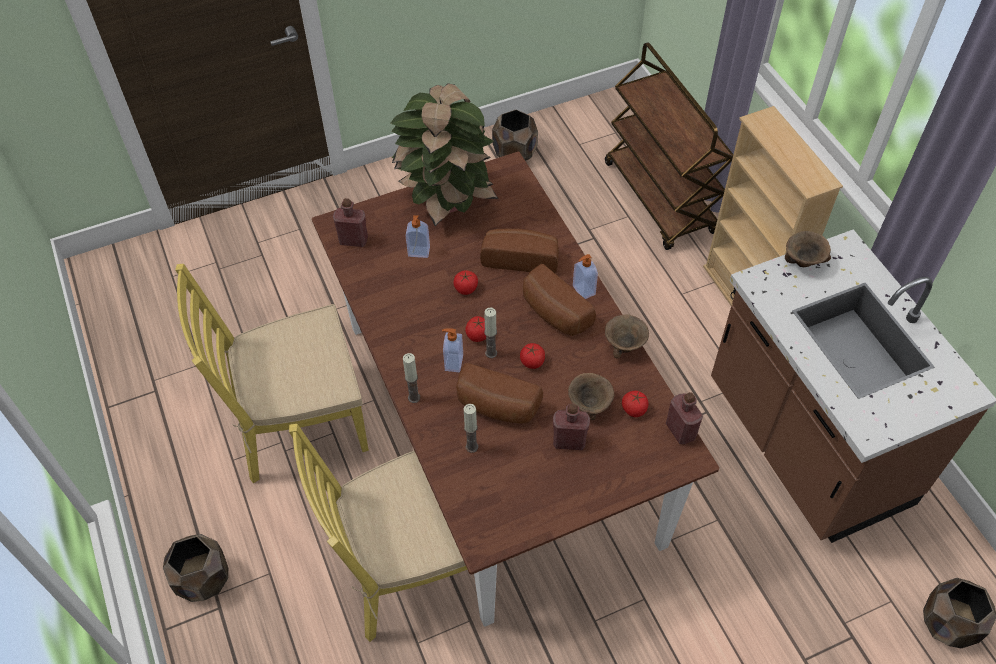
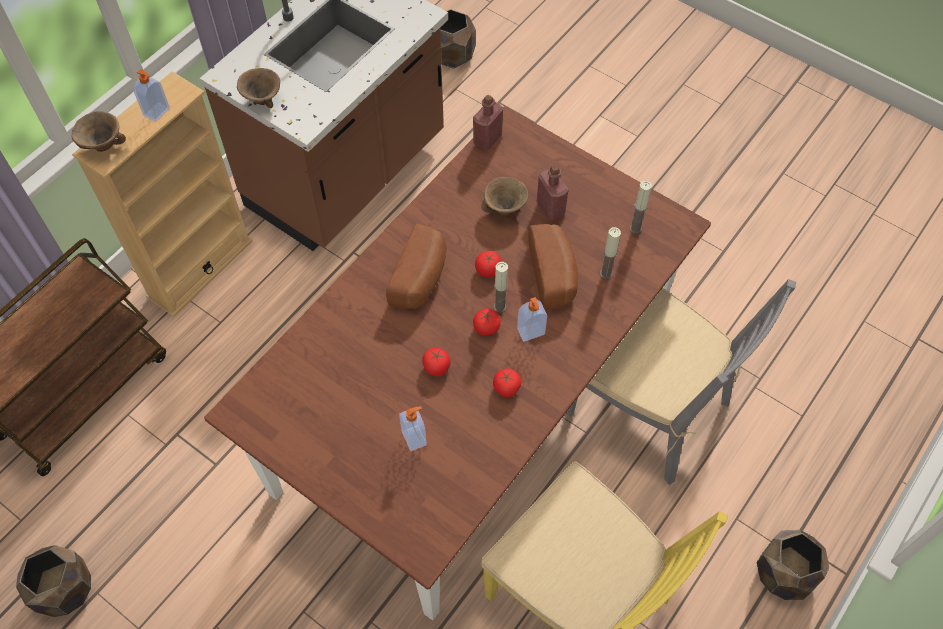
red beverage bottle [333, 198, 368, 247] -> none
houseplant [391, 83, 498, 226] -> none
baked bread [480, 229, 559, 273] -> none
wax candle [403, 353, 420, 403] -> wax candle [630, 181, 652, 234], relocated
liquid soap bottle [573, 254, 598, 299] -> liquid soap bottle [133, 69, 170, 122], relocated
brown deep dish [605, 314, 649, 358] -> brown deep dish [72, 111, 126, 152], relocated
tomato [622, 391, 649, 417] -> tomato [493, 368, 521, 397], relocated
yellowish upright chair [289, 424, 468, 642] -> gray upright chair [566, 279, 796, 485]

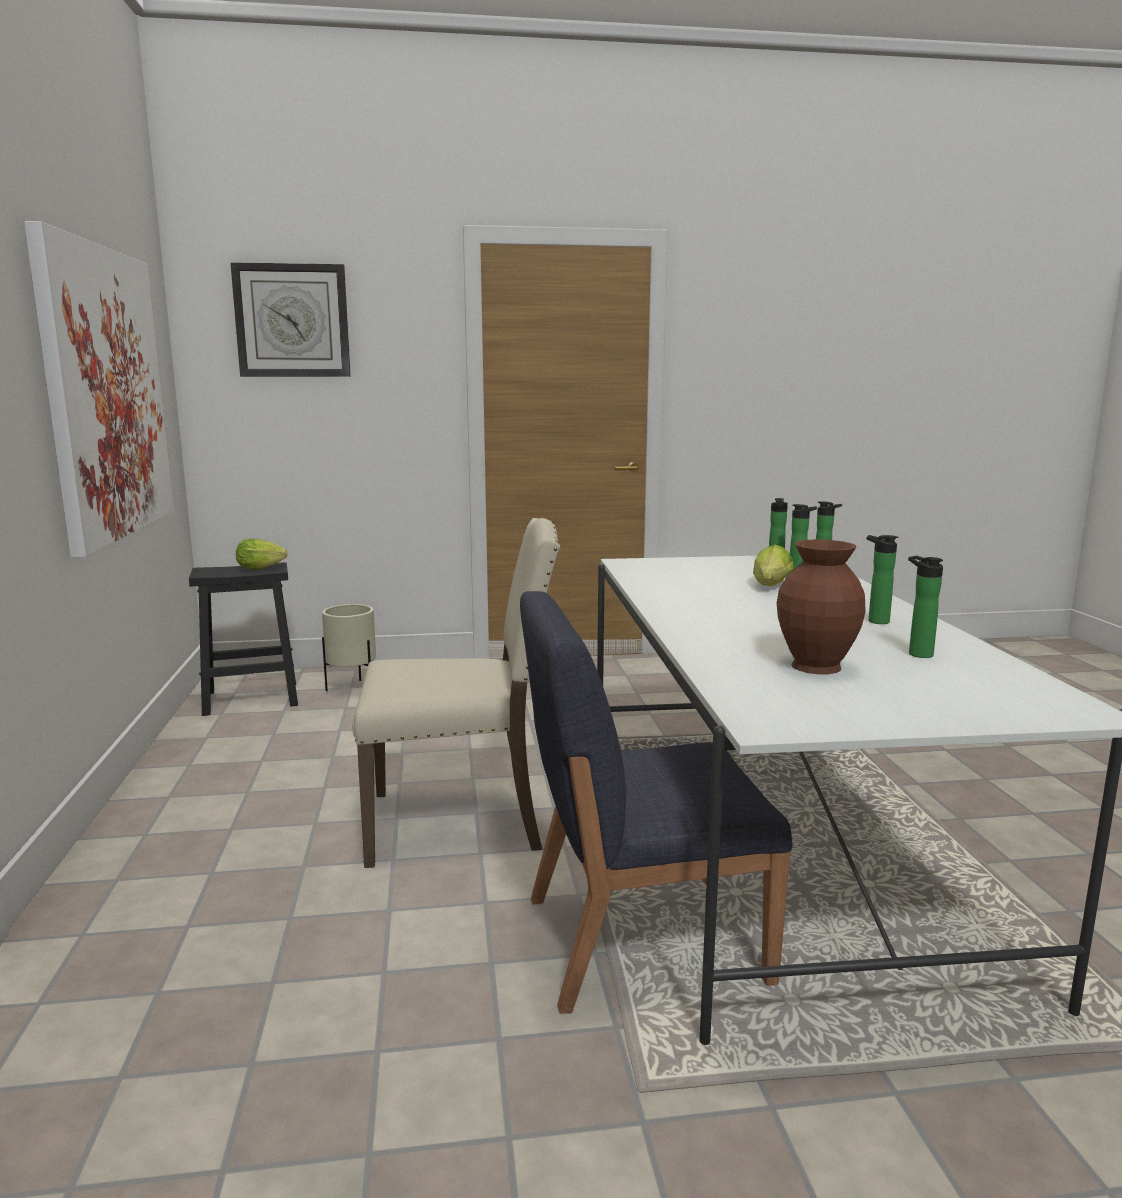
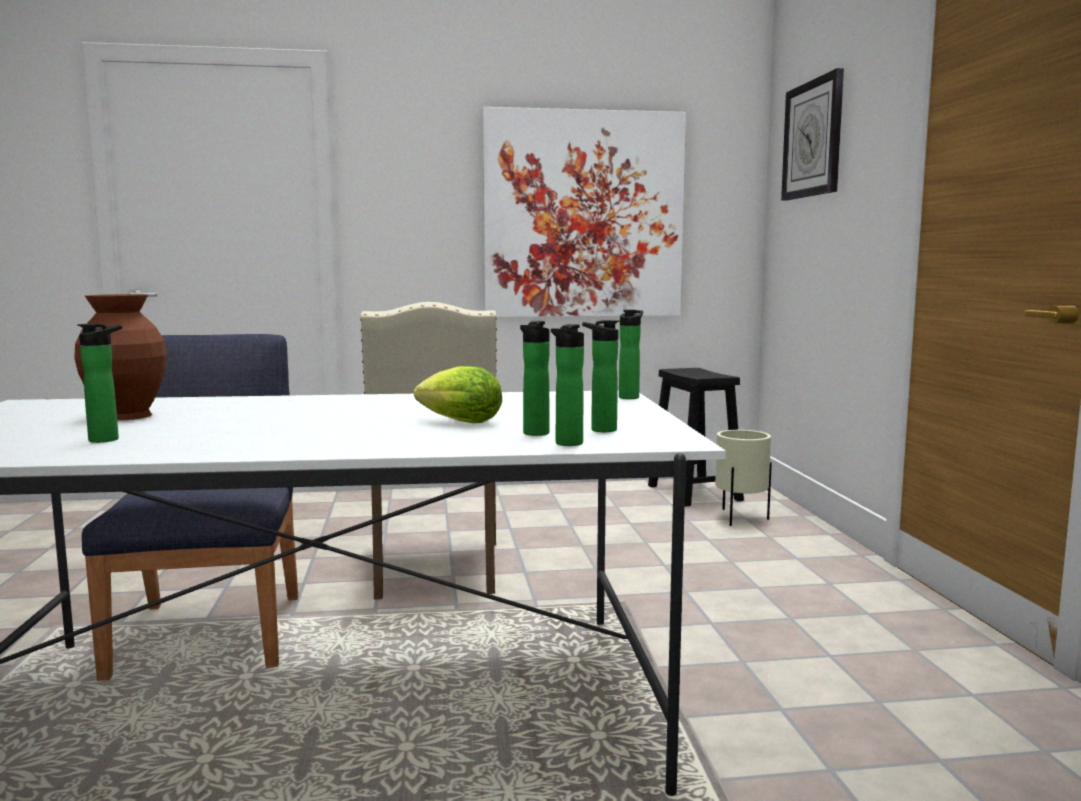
lettuce [236, 539, 288, 569] -> none
beverage bottle [866, 535, 898, 624] -> beverage bottle [619, 309, 643, 399], relocated

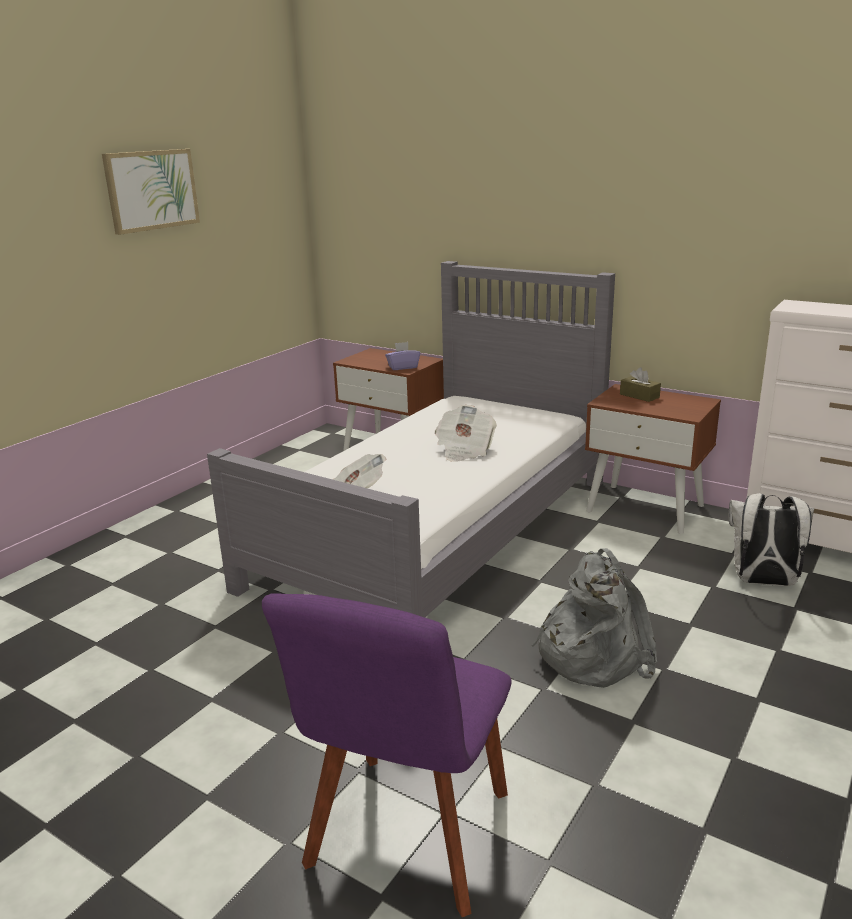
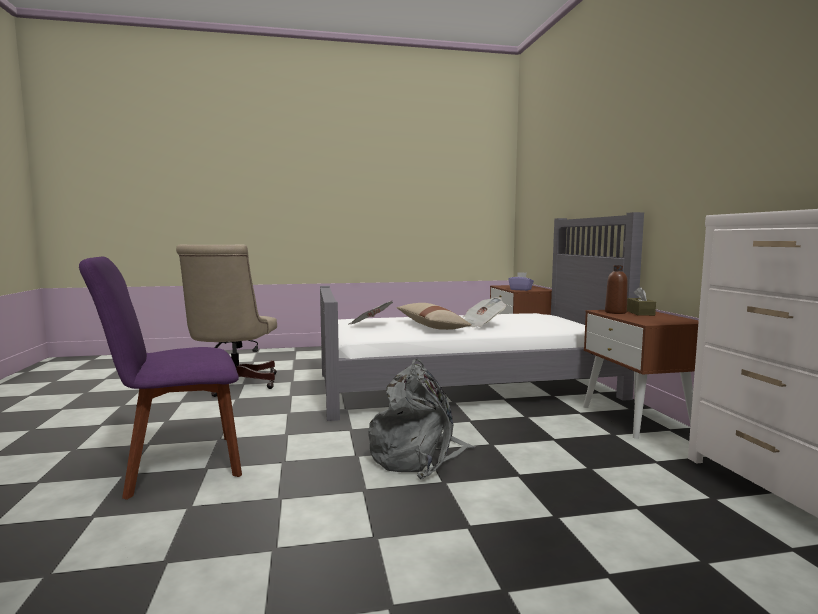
wall picture [102, 149, 200, 235] -> none
white backpack [729, 493, 814, 586] -> none
none -> sand-coloured desk chair [176, 245, 277, 397]
none -> sand-coloured cushion [397, 303, 472, 330]
none -> brown beverage bottle [605, 265, 628, 314]

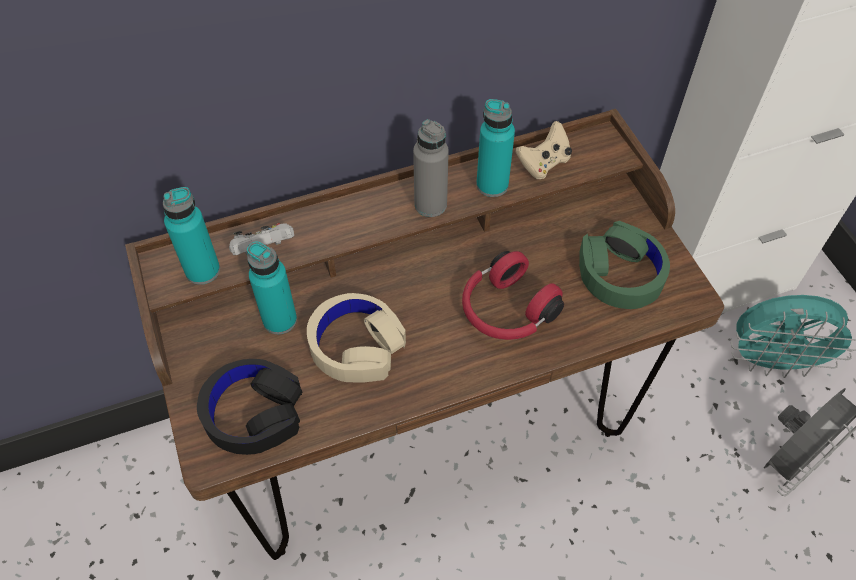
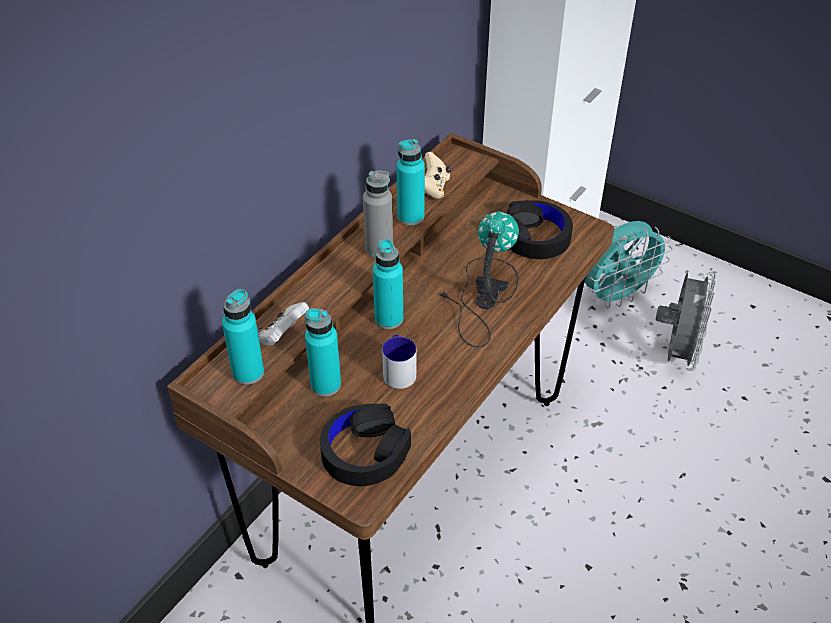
none -> turquoise beverage bottle [373, 239, 403, 329]
sand-coloured pair of headphones [307, 293, 406, 383] -> mug [382, 335, 416, 389]
red pair of headphones [462, 251, 564, 340] -> tabletop lamp [439, 211, 519, 347]
green pair of headphones [579, 221, 670, 309] -> black pair of headphones [507, 200, 573, 259]

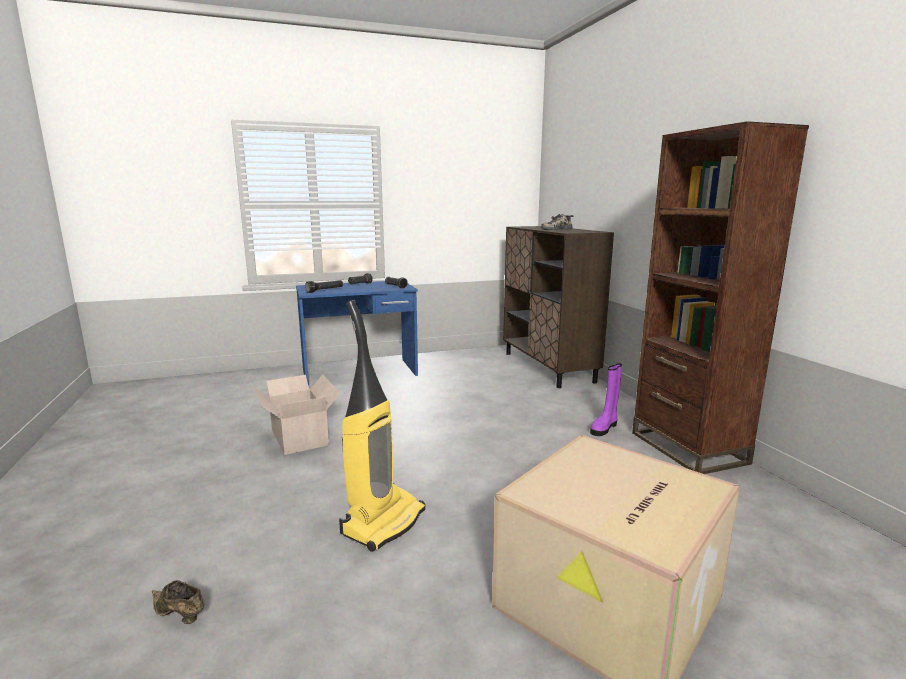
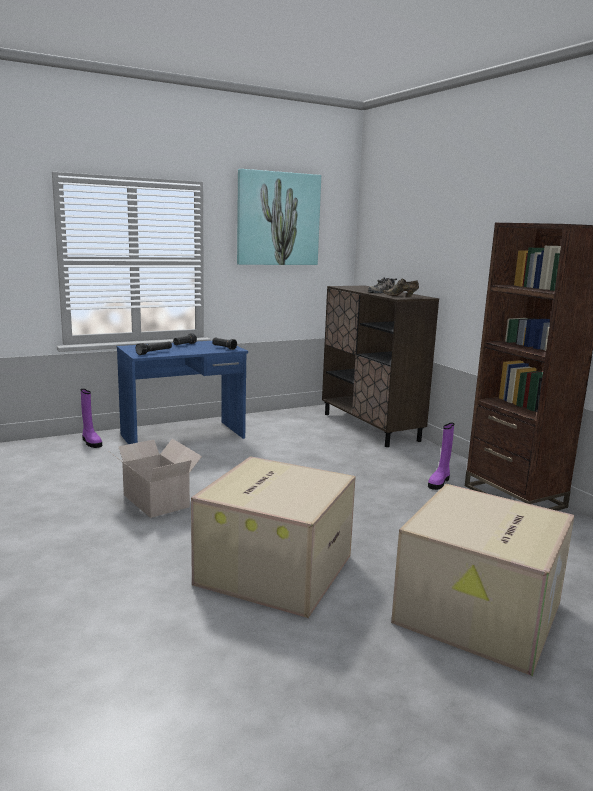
none -> purple-coloured high-top boot [81, 389, 102, 448]
none -> wall picture [237, 169, 321, 265]
brown low shoe [152, 580, 204, 624] -> brown low shoe [383, 278, 419, 297], relocated
vacuum [339, 300, 426, 552] -> carton [191, 456, 356, 618]

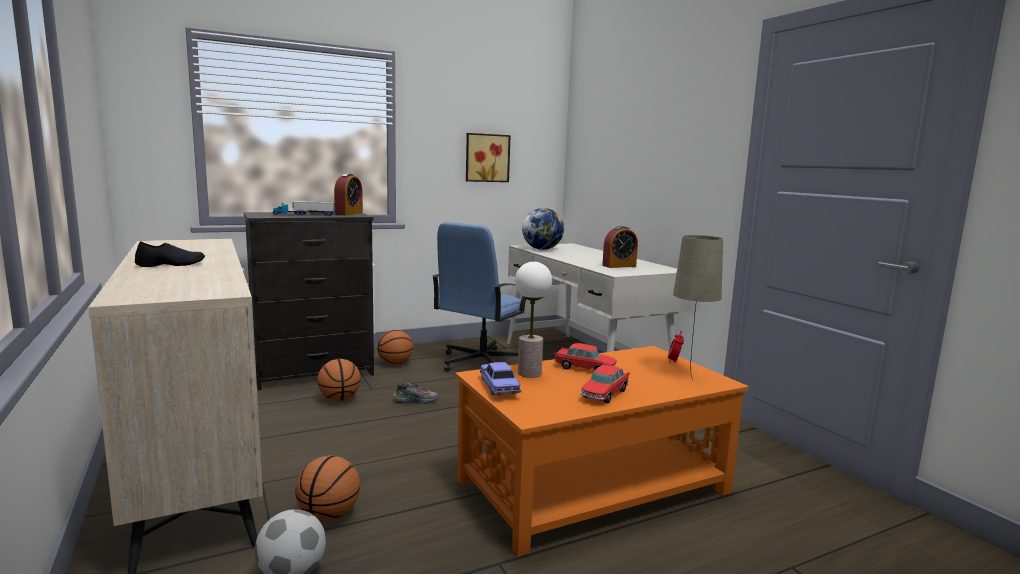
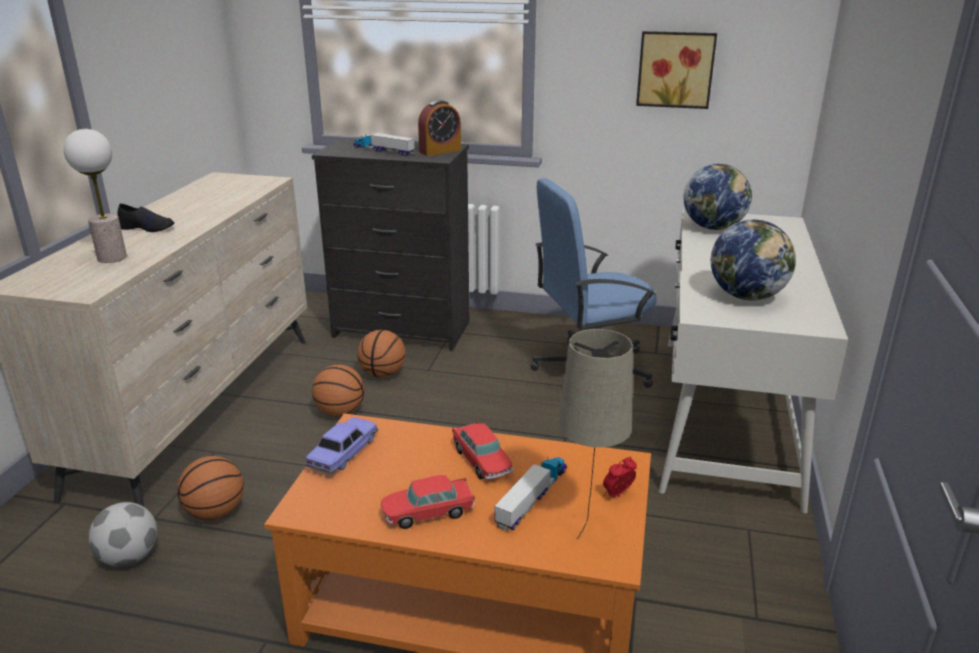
low shoe [393, 382, 438, 404] -> none
none -> toy truck [495, 457, 567, 532]
basketball ball [377, 330, 413, 365] -> basketball ball [312, 365, 365, 417], relocated
tabletop lamp [515, 262, 552, 378] -> tabletop lamp [63, 129, 127, 263], relocated
alarm clock [602, 226, 638, 268] -> globe [711, 220, 796, 300]

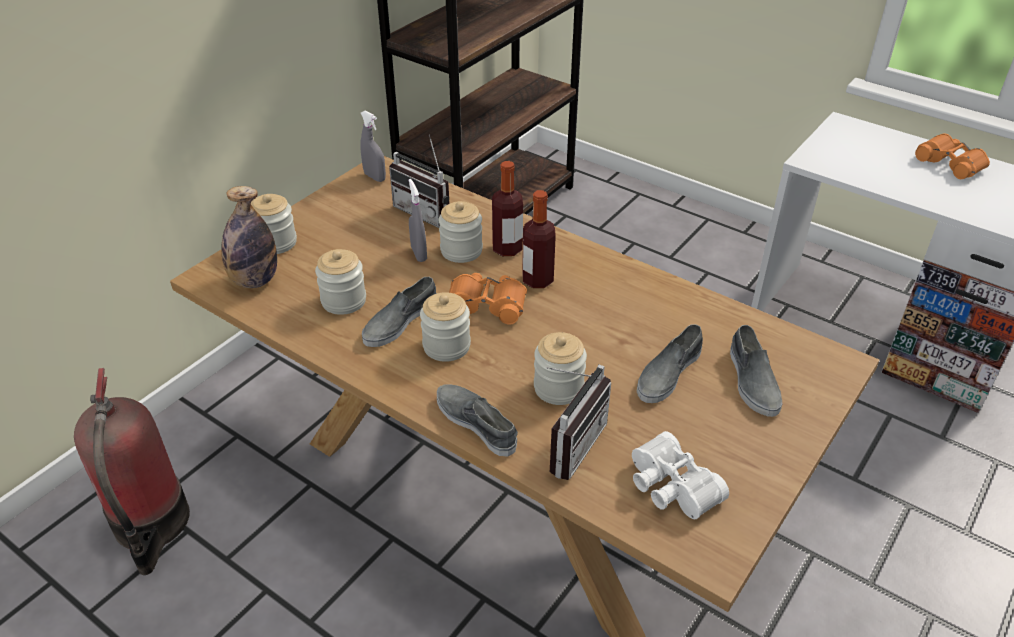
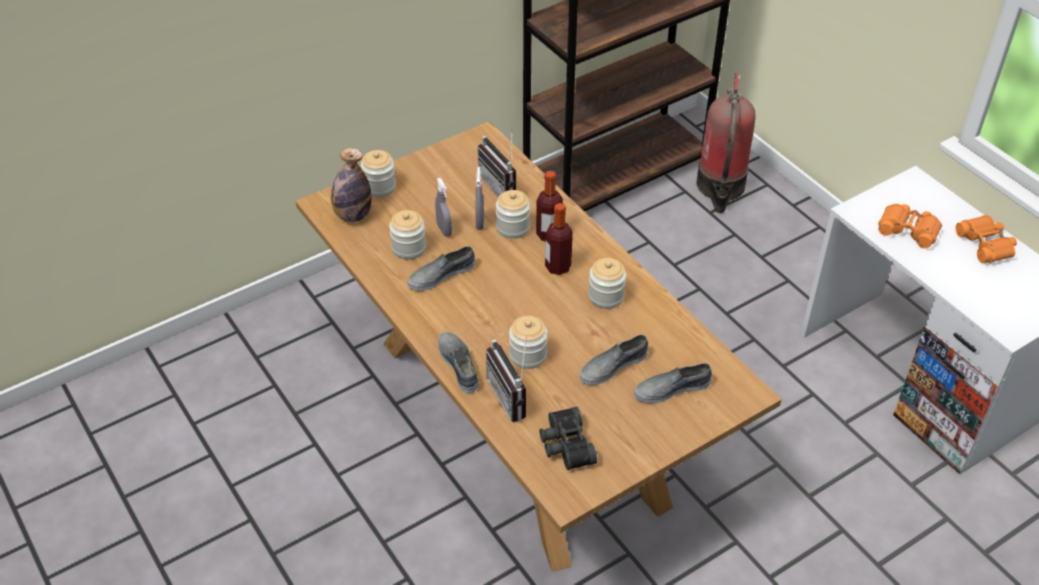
fire extinguisher [74, 368, 190, 575] -> fire extinguisher [696, 73, 756, 213], relocated
gray spray bottle [360, 110, 386, 182] -> gray spray bottle [435, 178, 452, 237], relocated
preserve jar [420, 292, 471, 362] -> preserve jar [588, 258, 626, 309], relocated
orange-coloured pair of binoculars [449, 273, 527, 325] -> orange-coloured pair of binoculars [878, 204, 942, 249], relocated
white pair of binoculars [632, 431, 729, 519] -> black pair of binoculars [539, 407, 597, 470]
radio [546, 365, 611, 480] -> radio [486, 337, 527, 422], 105 degrees clockwise
gray low shoe [730, 325, 782, 417] -> gray low shoe [634, 363, 712, 403], 60 degrees clockwise

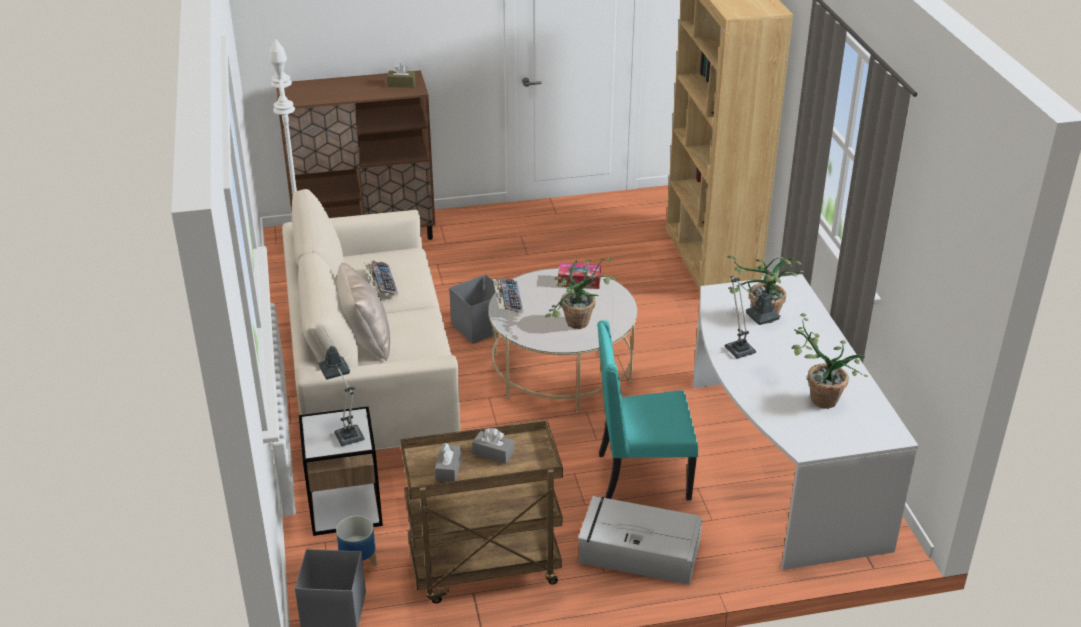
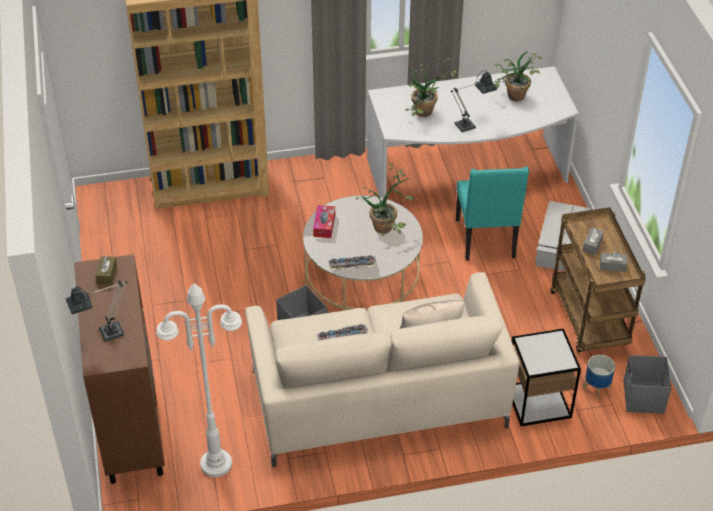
tabletop lamp [319, 346, 365, 446] -> tabletop lamp [66, 280, 127, 342], relocated

